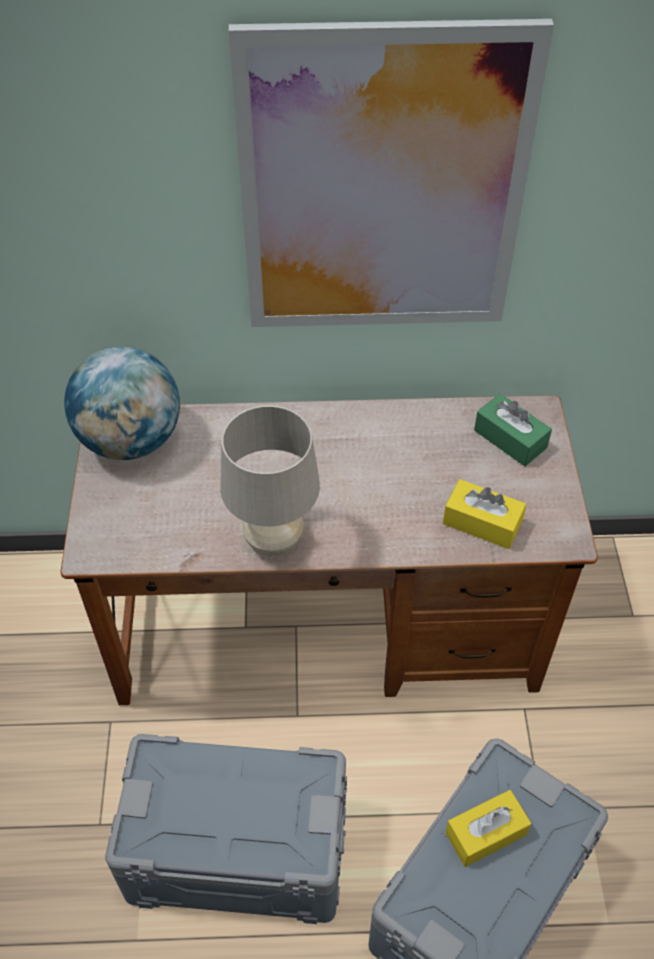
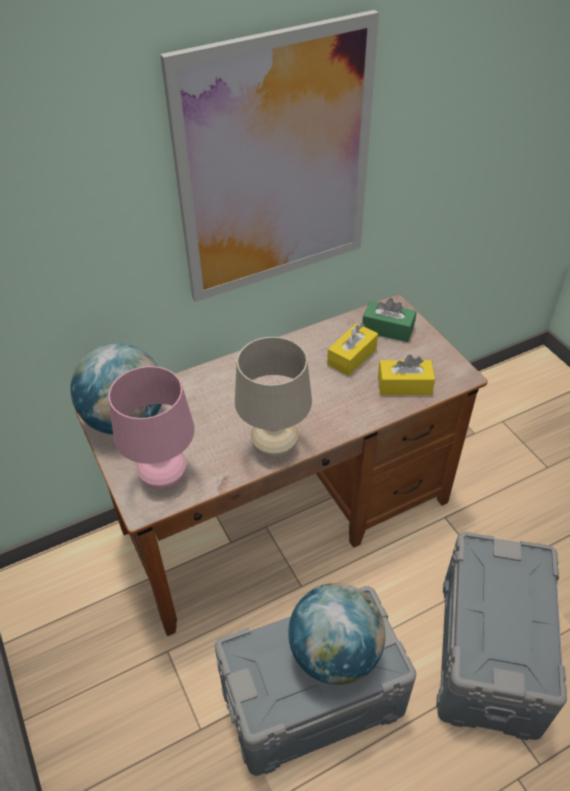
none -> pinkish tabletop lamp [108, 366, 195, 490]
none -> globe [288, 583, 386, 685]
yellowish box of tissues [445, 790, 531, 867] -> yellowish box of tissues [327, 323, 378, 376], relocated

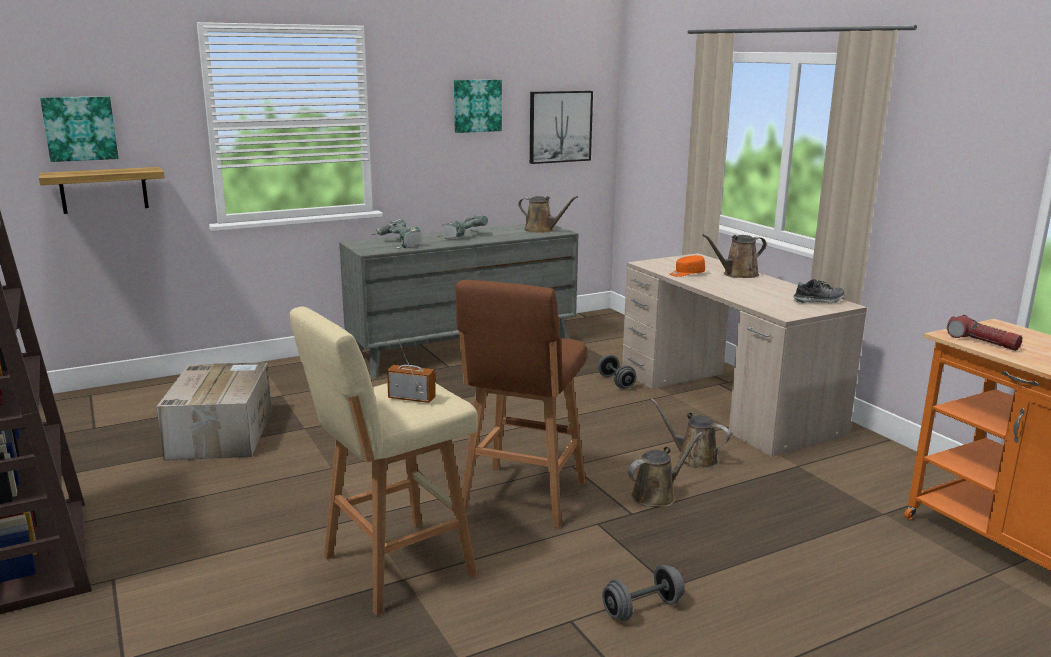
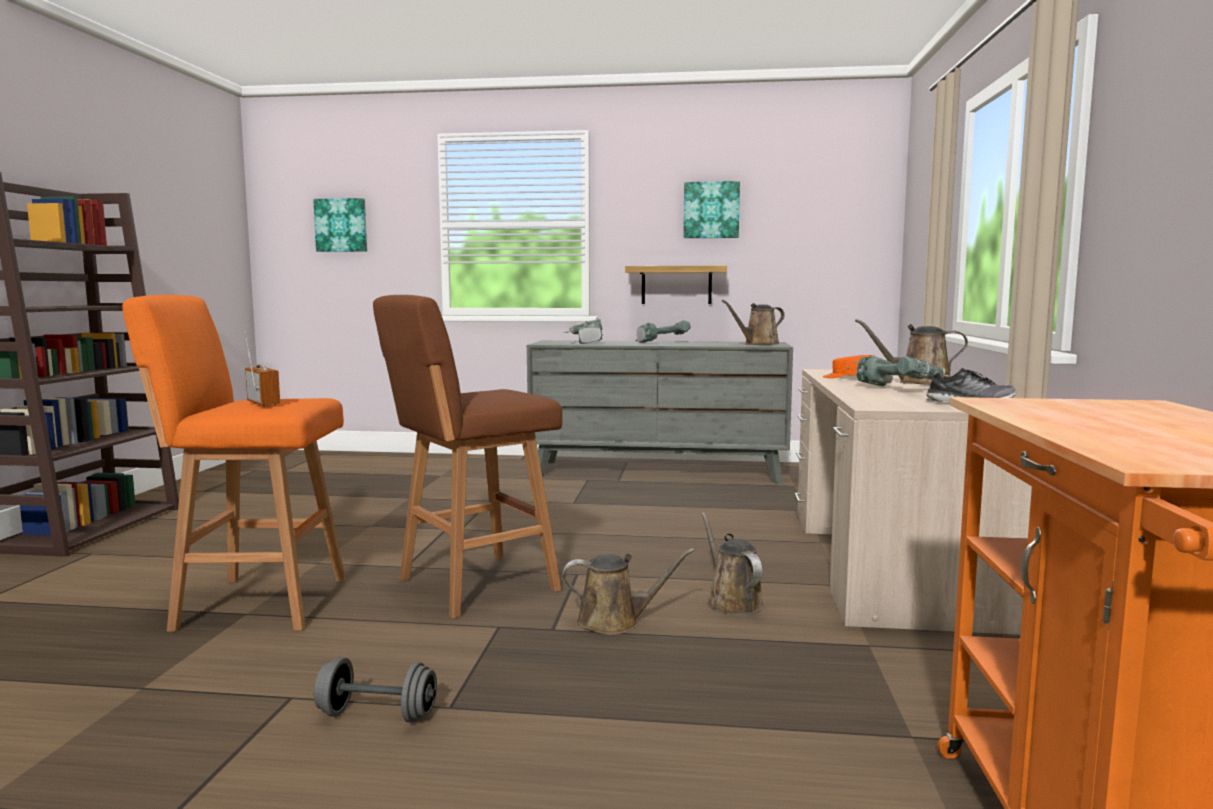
carton [156, 362, 272, 461] -> none
wall picture [530, 91, 593, 164] -> none
gray dumbbell [598, 355, 636, 389] -> none
hand torch [947, 315, 1023, 351] -> none
none -> drill [856, 355, 950, 386]
bracket shelf [39, 167, 165, 214] -> bracket shelf [625, 266, 727, 304], relocated
sand-coloured sitting stool [290, 307, 478, 616] -> orange-coloured sitting stool [122, 295, 346, 632]
brown watering can [518, 196, 578, 233] -> brown watering can [722, 300, 785, 345], 90 degrees clockwise

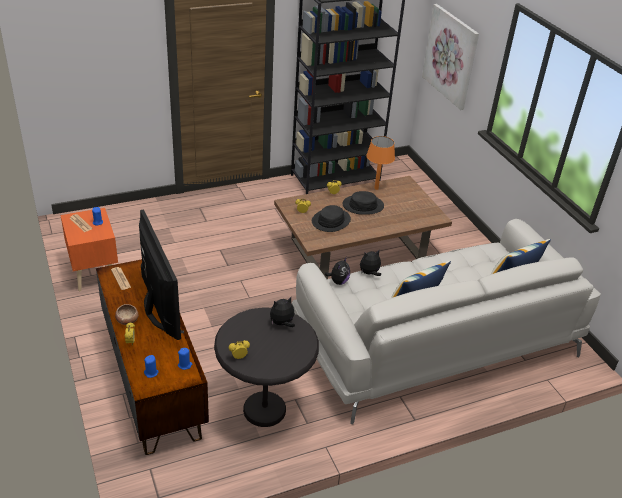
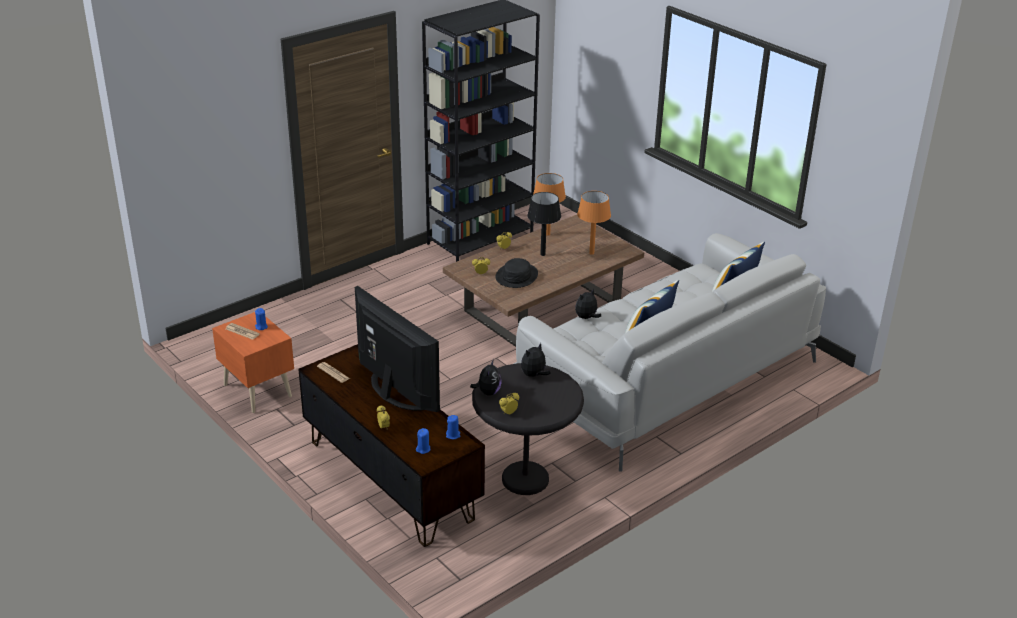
deep dish [115, 304, 138, 325] -> none
wall picture [422, 4, 479, 110] -> none
none -> orange-coloured tabletop lamp [577, 191, 611, 255]
soft toy [325, 257, 350, 285] -> soft toy [470, 359, 502, 395], relocated
black wearable hat [342, 191, 384, 215] -> black tabletop lamp [527, 192, 561, 256]

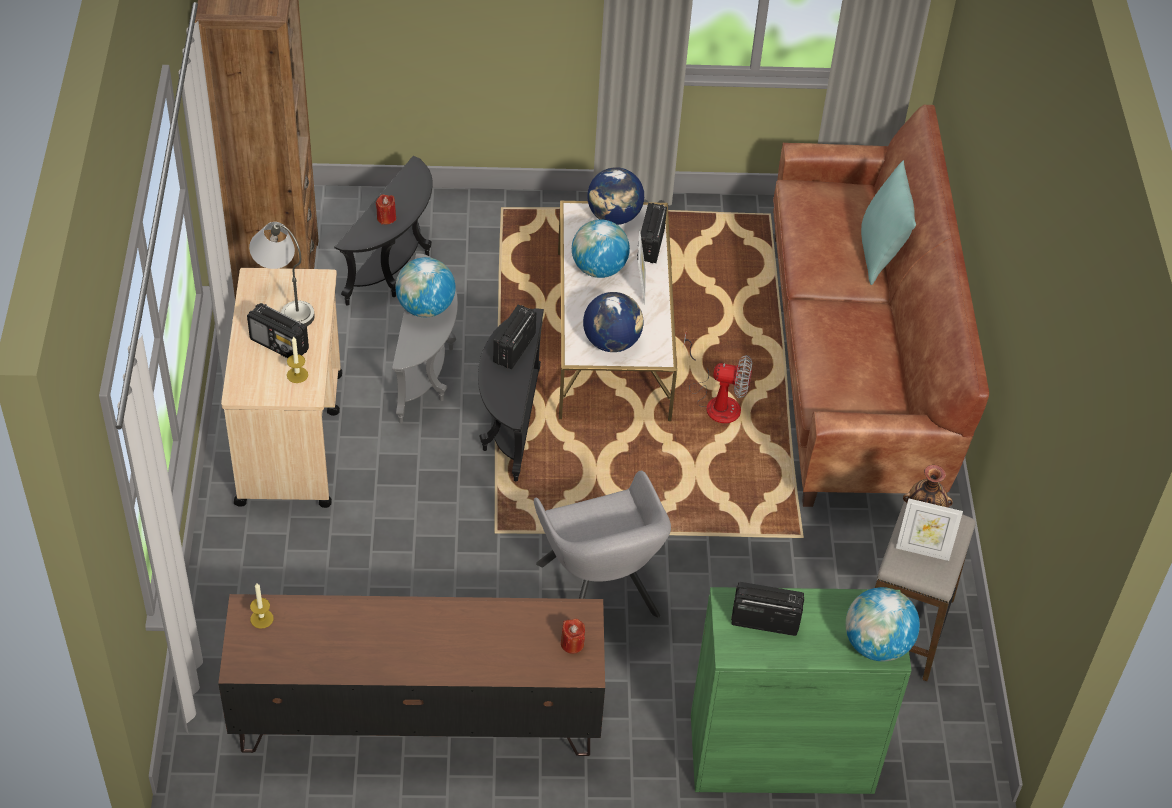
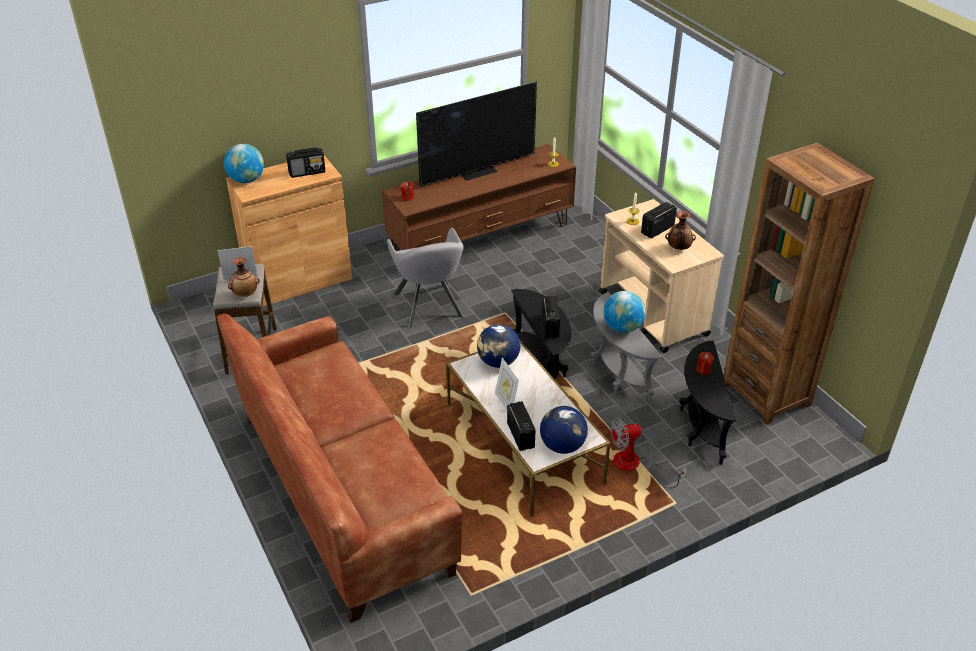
globe [572, 220, 630, 278] -> none
turquoise cushion [861, 160, 916, 285] -> none
none -> TV [416, 82, 537, 187]
fan [684, 334, 752, 423] -> fan [611, 418, 687, 488], relocated
gray tabletop lamp [249, 222, 315, 326] -> flower vase [665, 211, 696, 250]
green cabinet [691, 587, 912, 794] -> brown cabinet [226, 155, 352, 307]
radio [247, 303, 309, 358] -> radio [641, 202, 677, 239], 45 degrees counterclockwise
gray armchair [534, 471, 671, 618] -> gray armchair [387, 228, 464, 328], 150 degrees counterclockwise

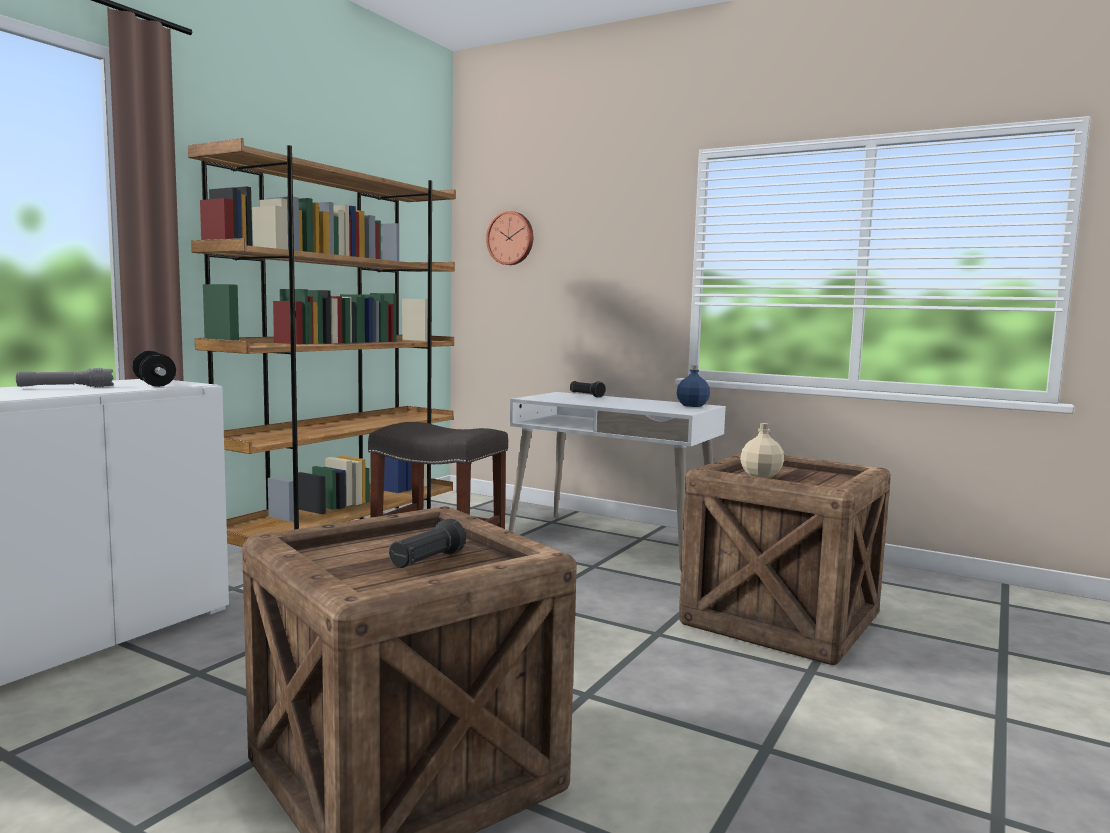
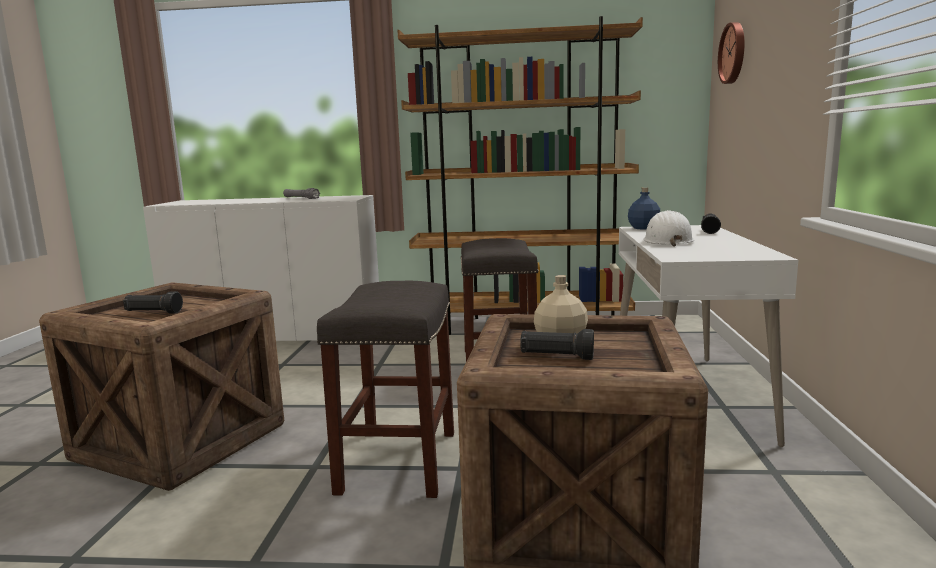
dumbbell [132, 351, 176, 387] -> none
none -> gray sitting stool [317, 281, 454, 498]
none -> black hand torch [520, 329, 594, 360]
none -> white work helmet [643, 210, 695, 246]
bluish beverage bottle [677, 365, 710, 407] -> bluish beverage bottle [628, 187, 660, 230], relocated

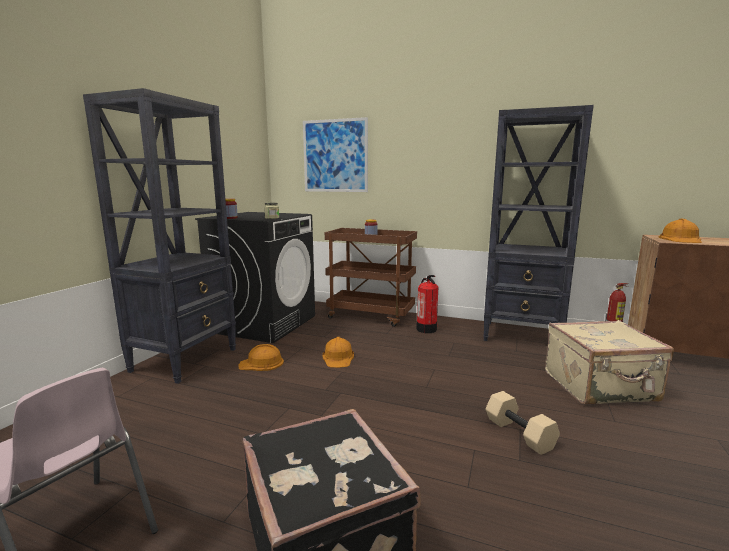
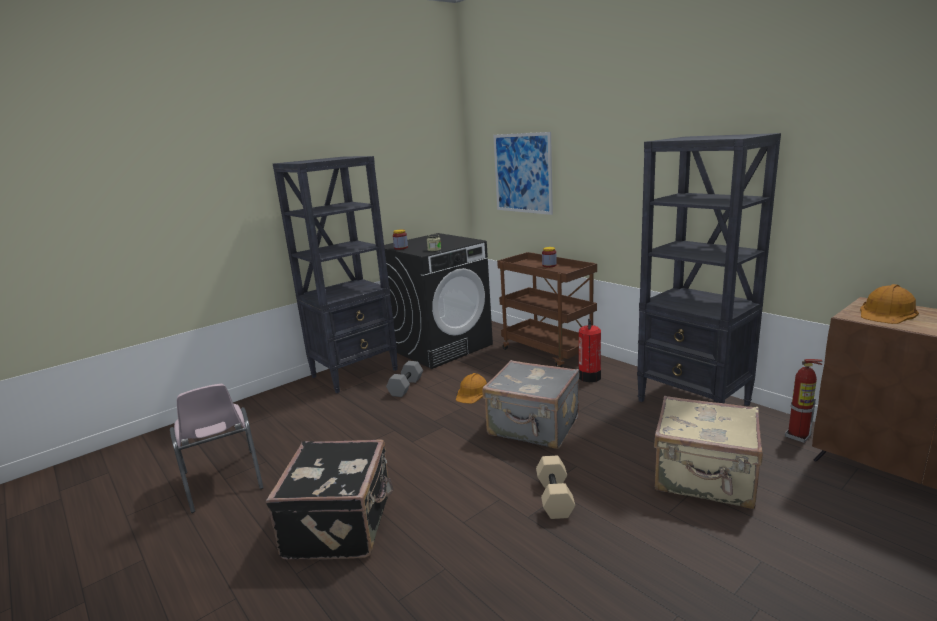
none -> gray travel case [483, 360, 580, 449]
orange-coloured work helmet [238, 344, 284, 371] -> gray dumbbell [386, 361, 423, 397]

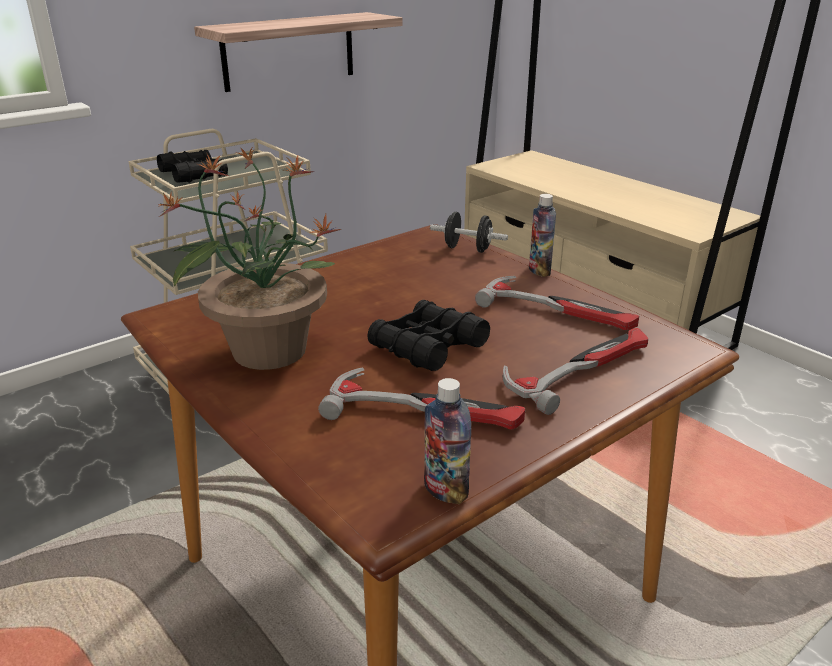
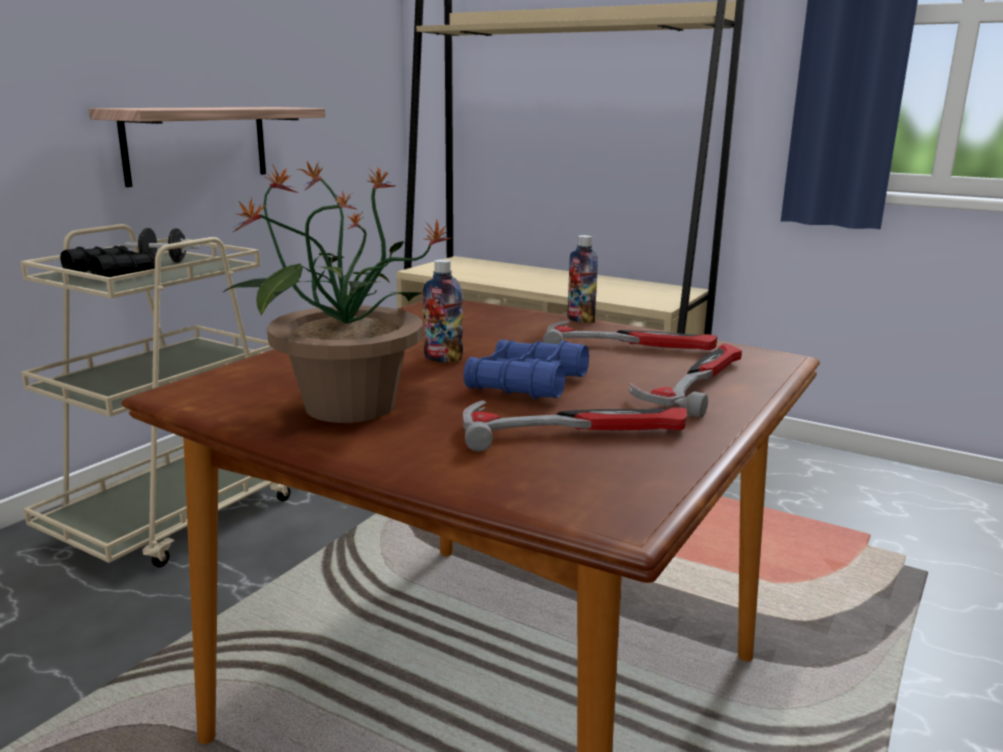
beverage bottle [424, 378, 471, 504] -> beverage bottle [423, 259, 463, 363], relocated
black dumbbell [430, 212, 508, 253] -> black dumbbell [125, 228, 200, 263], relocated
black pair of binoculars [367, 300, 490, 371] -> bluish pair of binoculars [463, 340, 589, 399]

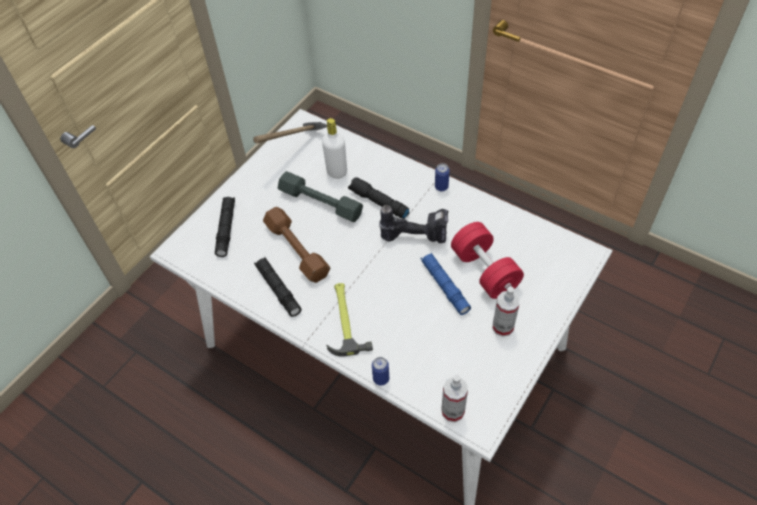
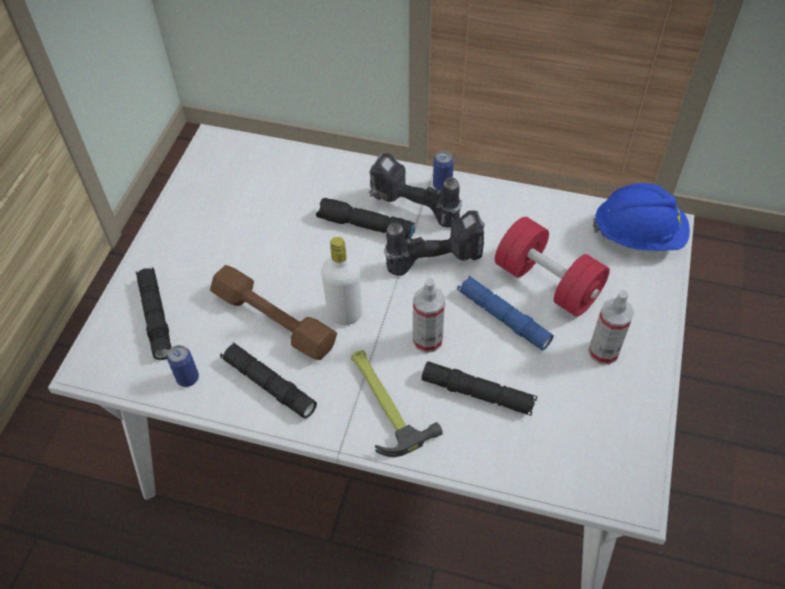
hammer [253, 122, 327, 143] -> none
gray dumbbell [278, 171, 363, 222] -> none
none -> drill [369, 153, 462, 227]
none -> black hand torch [422, 361, 537, 416]
none -> bluish work helmet [593, 183, 690, 251]
white beverage bottle [322, 118, 347, 179] -> white beverage bottle [321, 237, 362, 325], relocated
sealed can [372, 357, 389, 386] -> sealed can [167, 345, 199, 387], relocated
spray bottle [441, 375, 468, 422] -> spray bottle [413, 278, 445, 353], relocated

